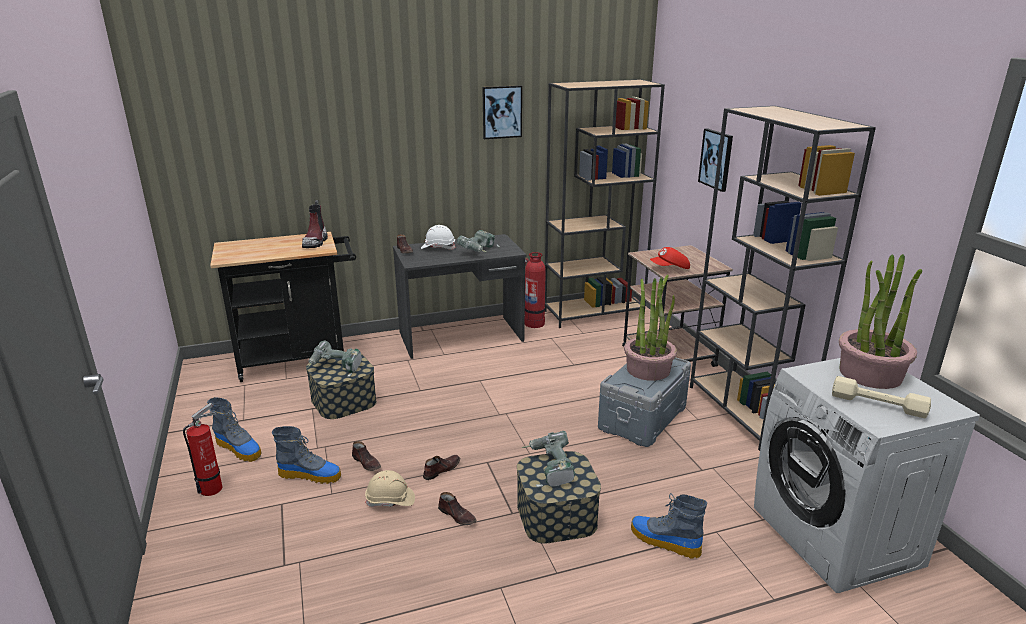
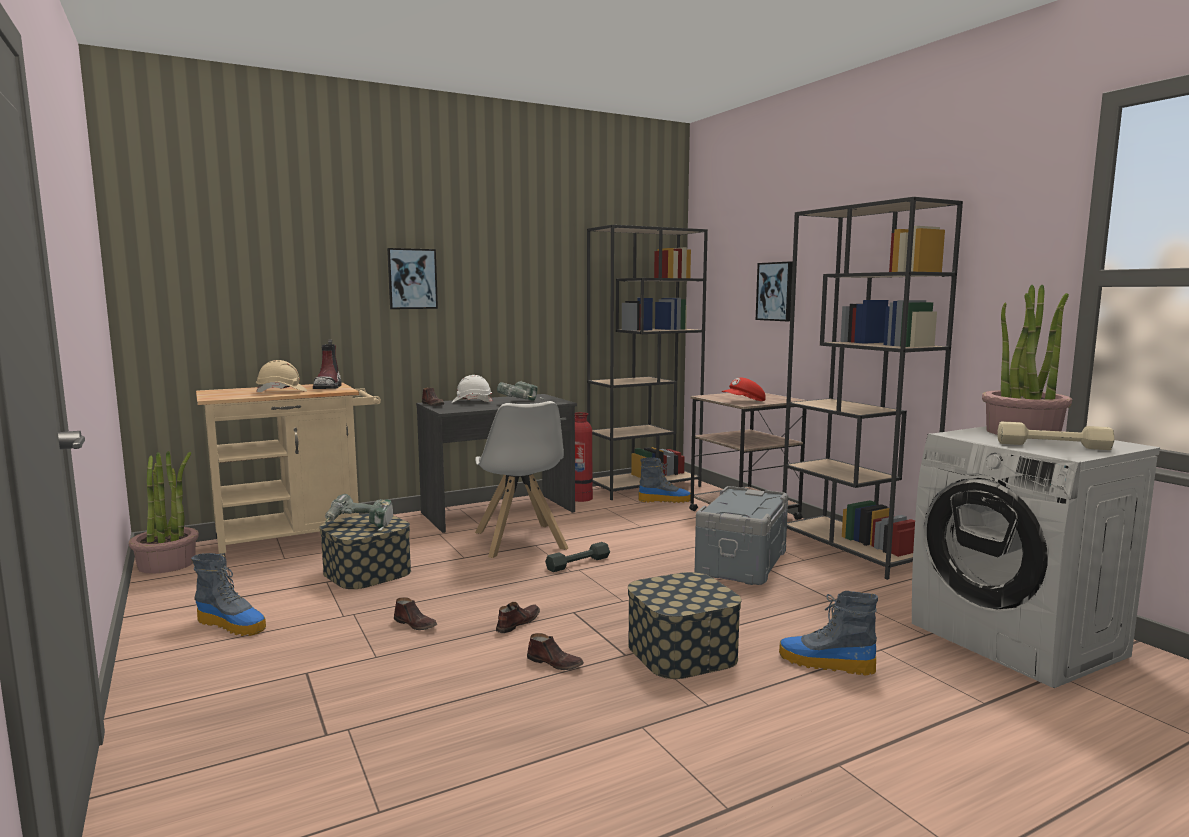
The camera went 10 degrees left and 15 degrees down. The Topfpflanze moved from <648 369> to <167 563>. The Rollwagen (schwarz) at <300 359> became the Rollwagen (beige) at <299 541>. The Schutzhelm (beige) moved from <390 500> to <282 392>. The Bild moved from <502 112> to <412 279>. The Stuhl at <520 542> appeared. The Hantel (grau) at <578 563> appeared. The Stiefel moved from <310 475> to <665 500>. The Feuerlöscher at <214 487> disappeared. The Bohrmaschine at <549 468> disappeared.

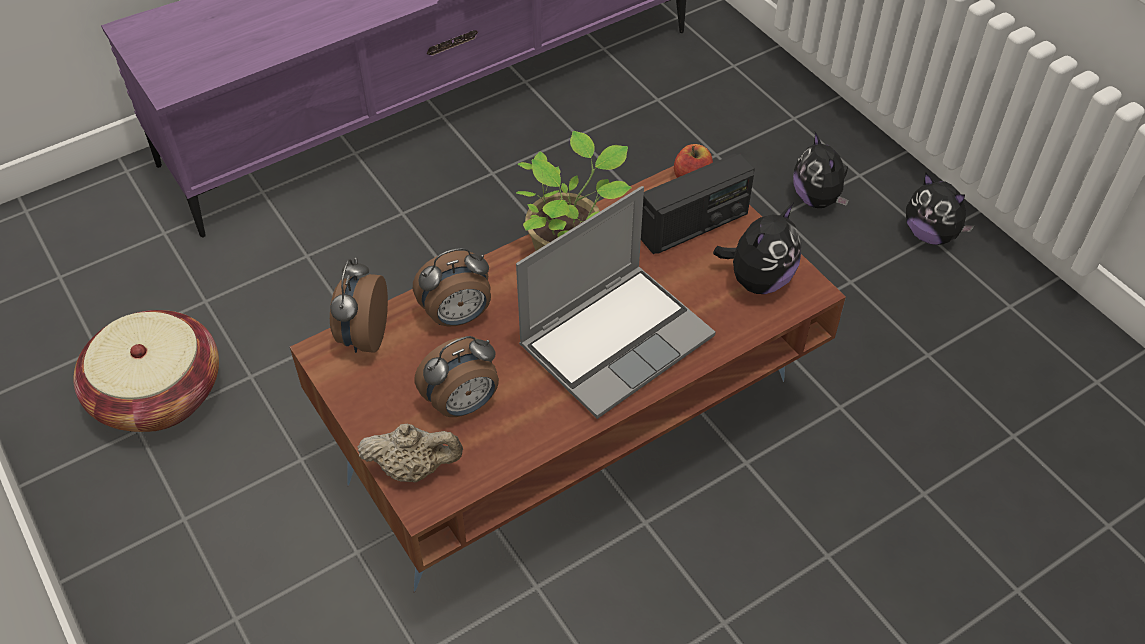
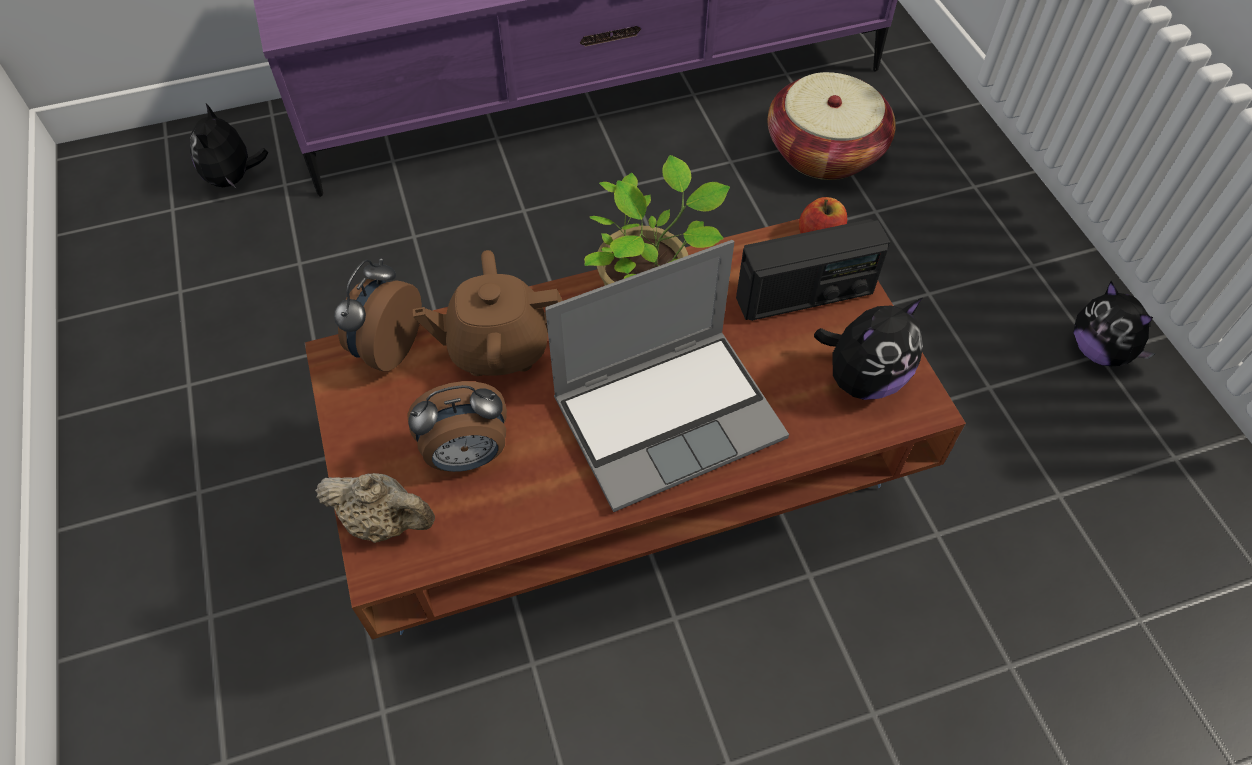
The camera went 15 degrees right and 5 degrees up. The Plüschtier moved from <817 199> to <234 178>. The Wecker at <458 317> was replaced by the Teekanne (braun) at <498 348>. The Korb moved from <159 394> to <824 152>.

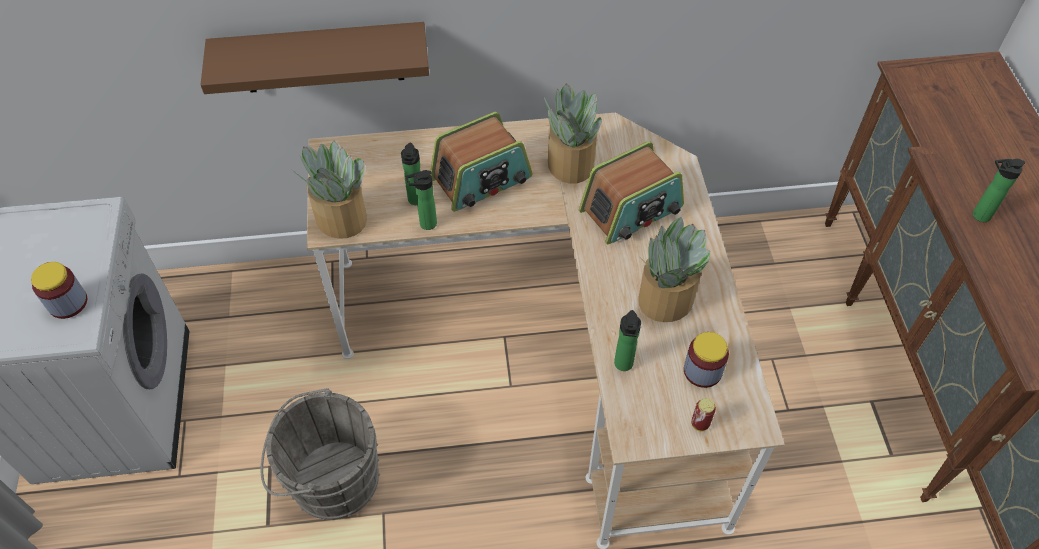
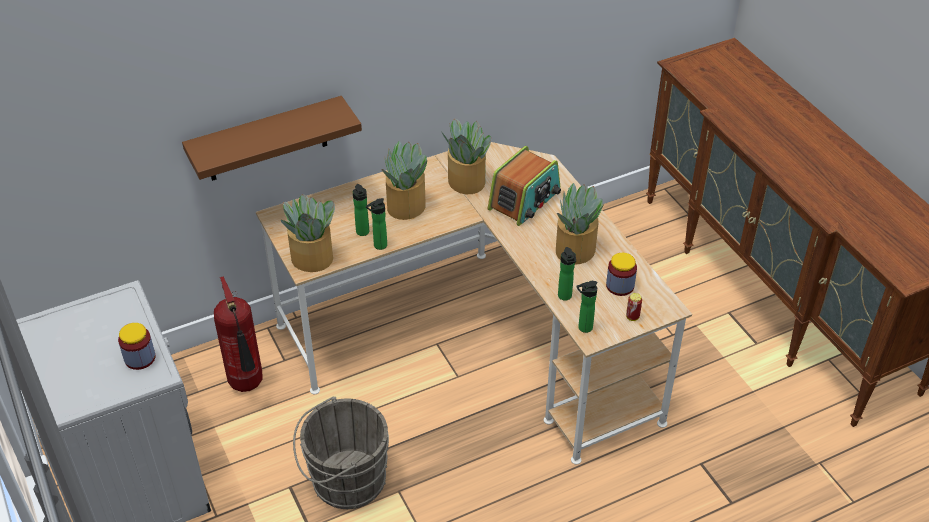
The camera went 20 degrees left and 10 degrees down. The Feuerlöscher at <248 386> appeared. The Radio at <481 179> was replaced by the Topfpflanze at <405 206>. The Flasche moved from <978 215> to <583 328>.

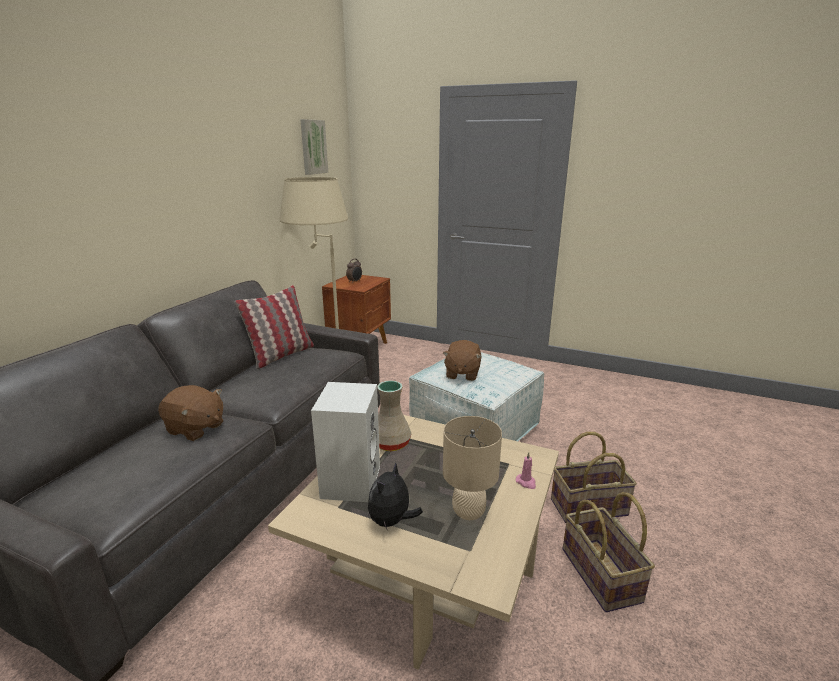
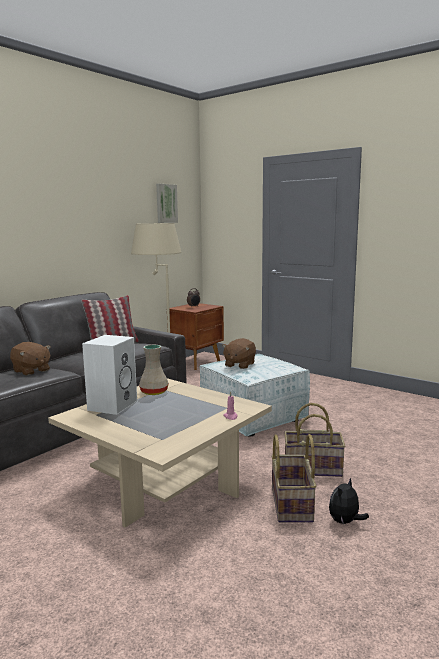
The camera went 15 degrees right and 10 degrees down. The Plüschtier moved from <392 521> to <345 522>. The Tischlampe (beige) at <470 512> disappeared.

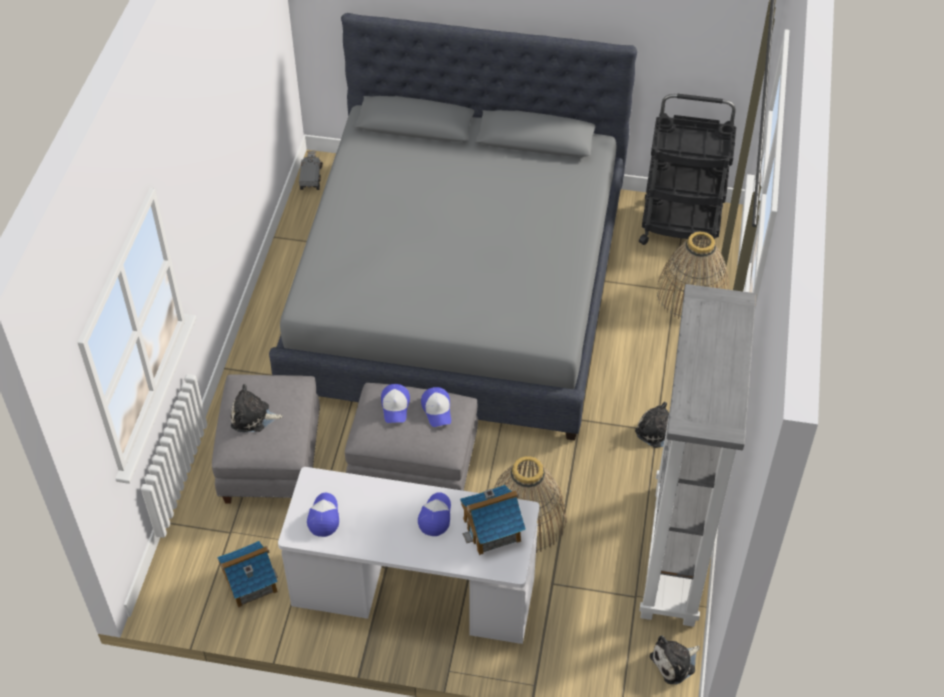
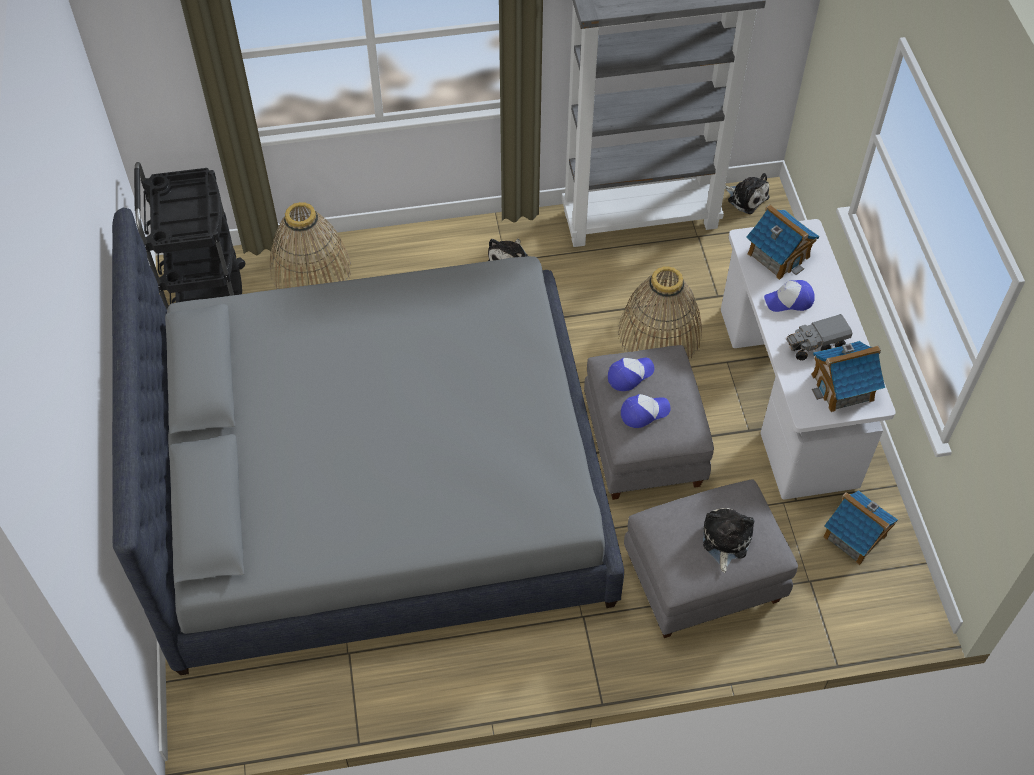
The camera went 110 degrees left and 5 degrees up. The Plüschtier at <253 417> turned 150 degrees counterclockwise. The Spielzeuglaster moved from <311 178> to <815 345>. The Kappe at <323 517> was replaced by the Spielzeughaus at <843 387>.

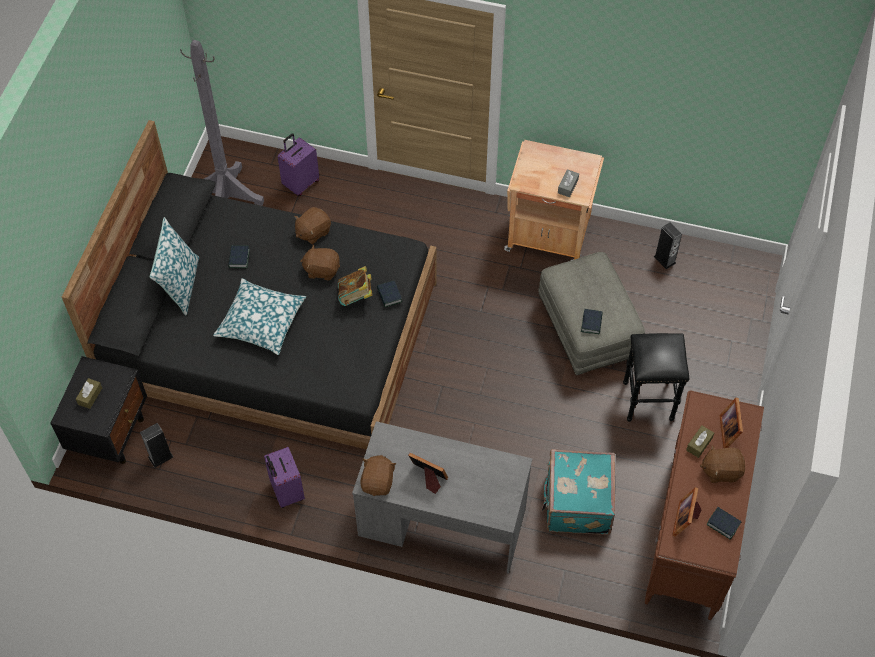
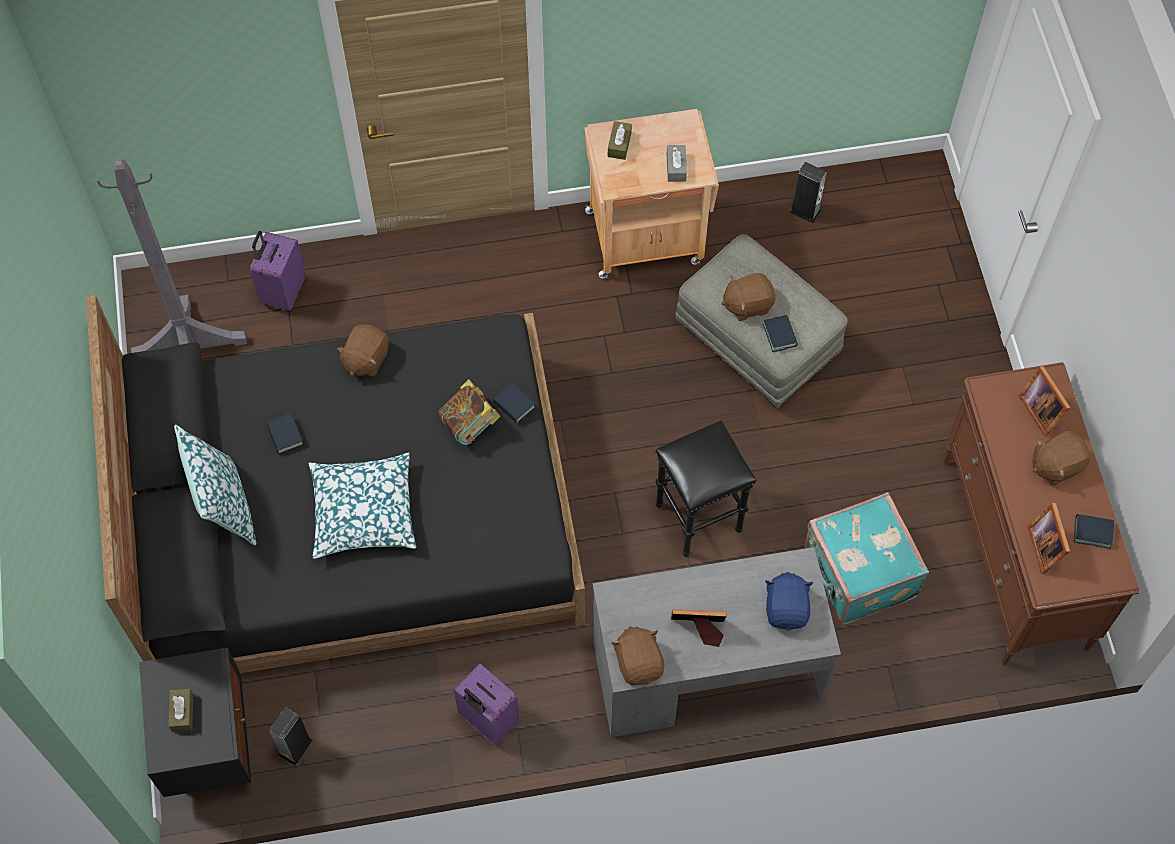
The camera went 25 degrees left and 5 degrees up. The Taschentuchbox (braun) moved from <699 444> to <619 144>. The Hocker (schwarz) moved from <649 400> to <699 515>. The Plüschtier (braun) moved from <322 270> to <747 304>. The Plüschtier (blau) at <786 609> appeared.

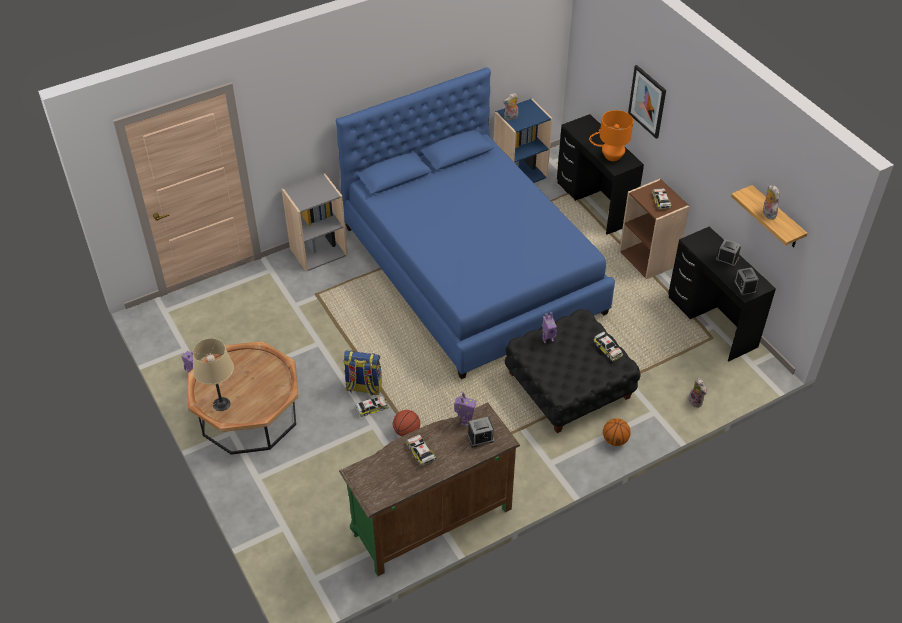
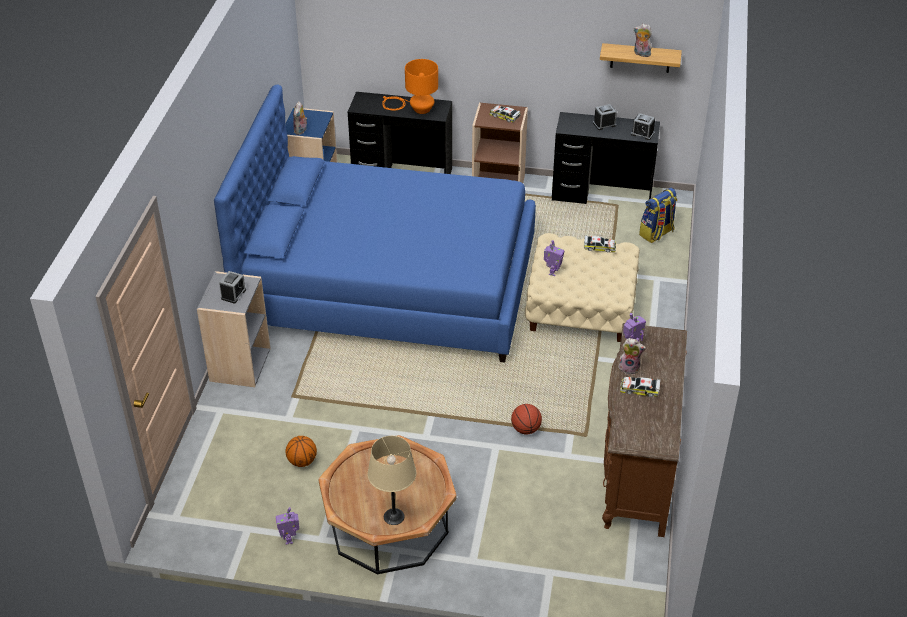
The camera went 50 degrees left and 5 degrees down. The Wecker moved from <480 438> to <233 294>. The Basketball moved from <615 440> to <302 461>. The Polsterhocker (schwarz) at <569 385> became the Polsterhocker (beige) at <581 306>. The Kommode (grün) at <430 520> became the Kommode (braun) at <636 469>. The Plüschtier moved from <696 401> to <629 368>. The Rucksack moved from <363 387> to <656 233>. The Spielzeugauto at <372 408> disappeared. The Bild at <647 101> disappeared.

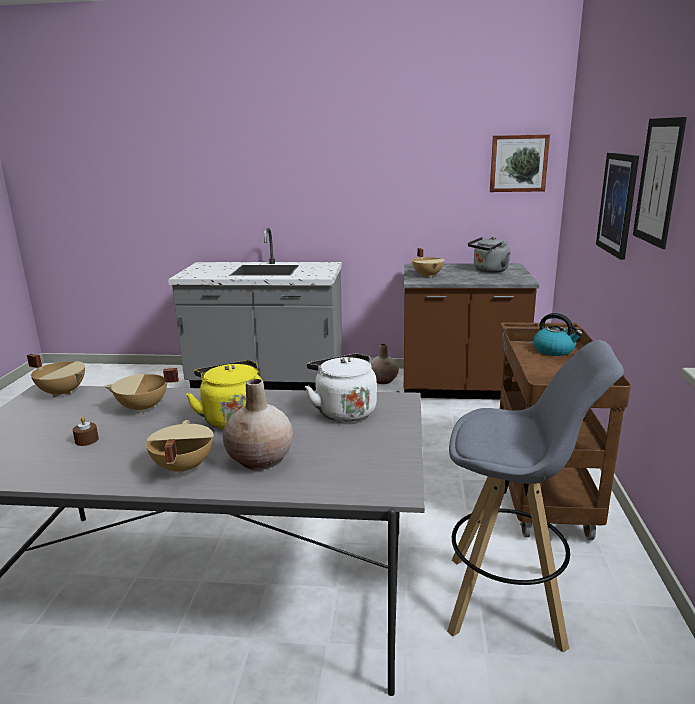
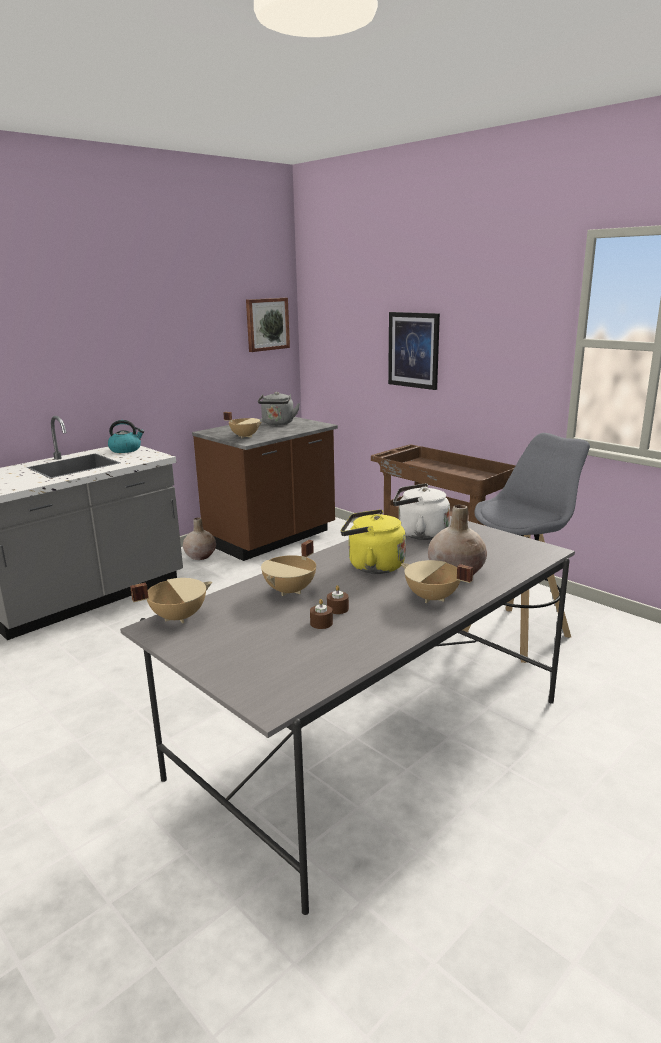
The camera went 50 degrees left and 0 degrees up. The Wasserkessel moved from <554 350> to <126 450>. The Kerze (braun) at <337 609> appeared. The Bild at <658 182> disappeared.

